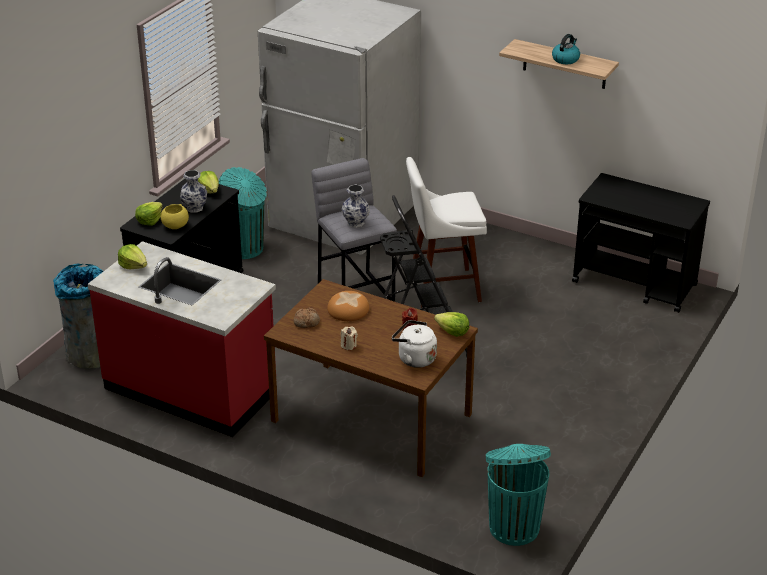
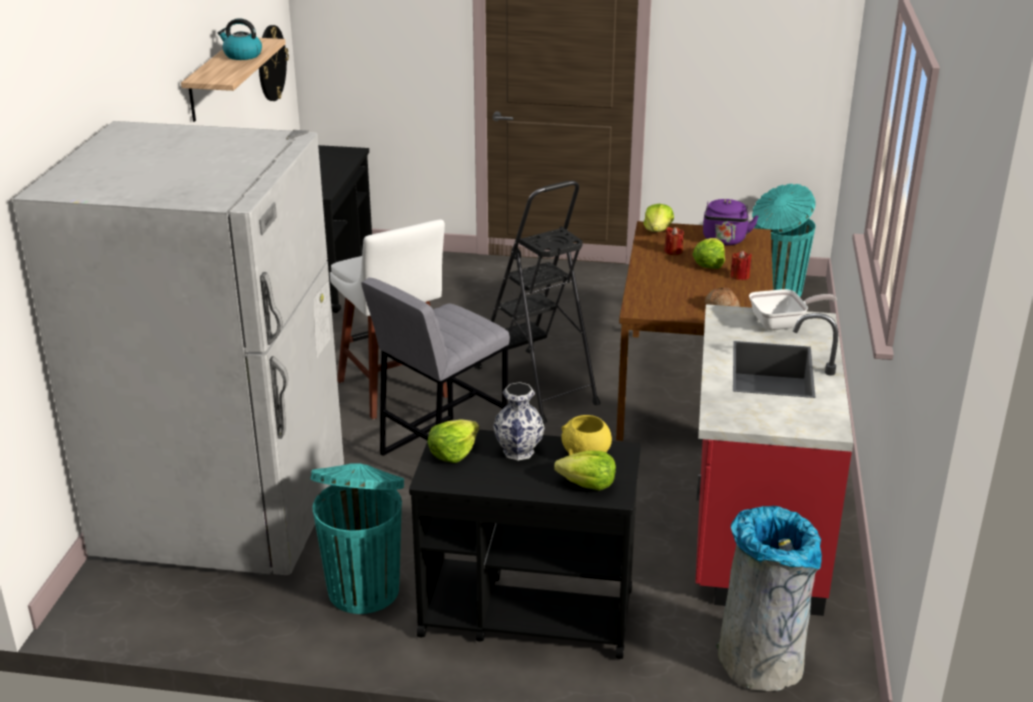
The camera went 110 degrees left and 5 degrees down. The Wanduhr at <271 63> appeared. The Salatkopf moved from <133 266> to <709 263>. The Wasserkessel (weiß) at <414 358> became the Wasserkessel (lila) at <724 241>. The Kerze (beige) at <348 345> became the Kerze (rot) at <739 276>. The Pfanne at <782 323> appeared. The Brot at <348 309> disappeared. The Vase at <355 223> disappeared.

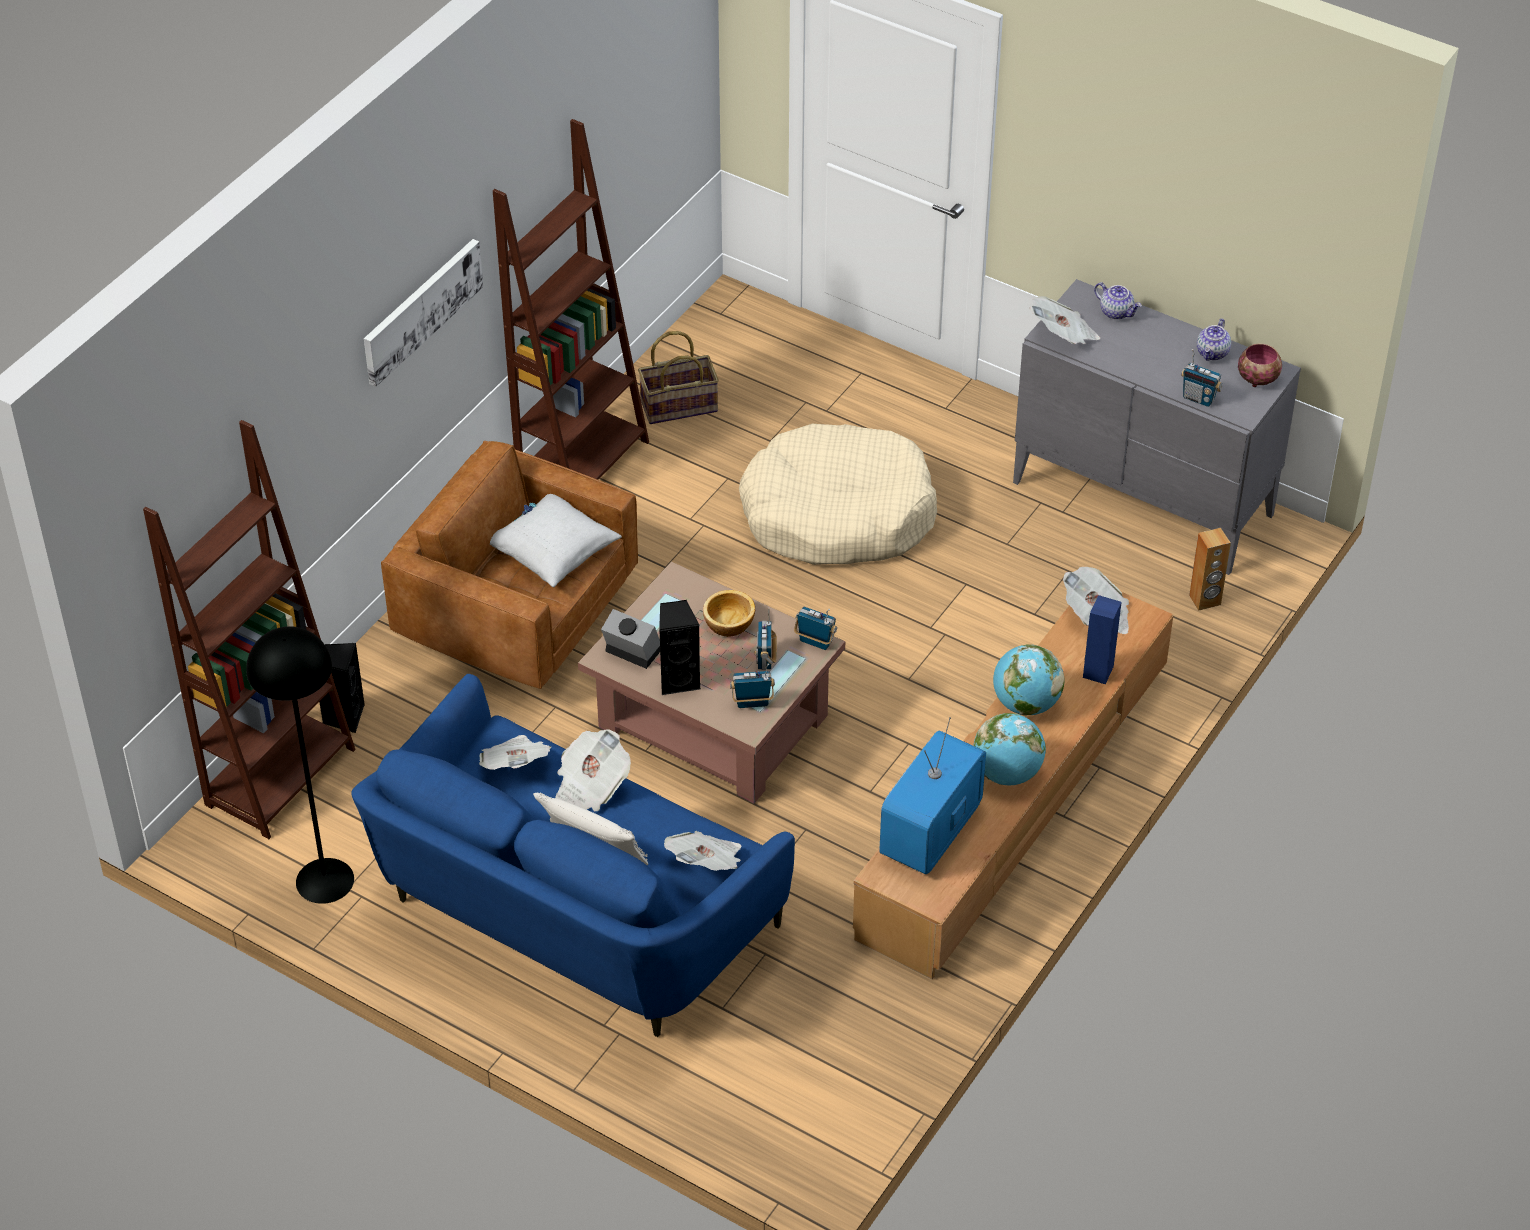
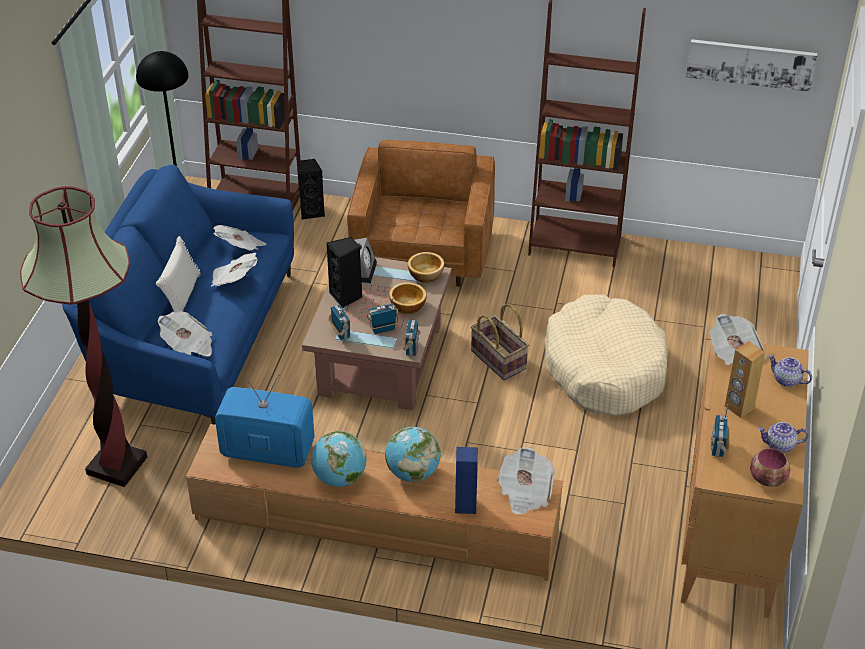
The camera went 70 degrees right and 5 degrees down. The Stehlampe at <117 465> appeared. The Schüssel at <426 275> appeared. The Korb moved from <679 405> to <499 359>. The Schrank (grau) at <1143 499> became the Schrank (braun) at <730 530>. The Bild moved from <421 310> to <750 64>. The Lautsprecher (braun) moved from <1205 600> to <738 408>. The Teekanne at <1116 312> turned 105 degrees clockwise. The Kissen (grau) at <553 552> disappeared.

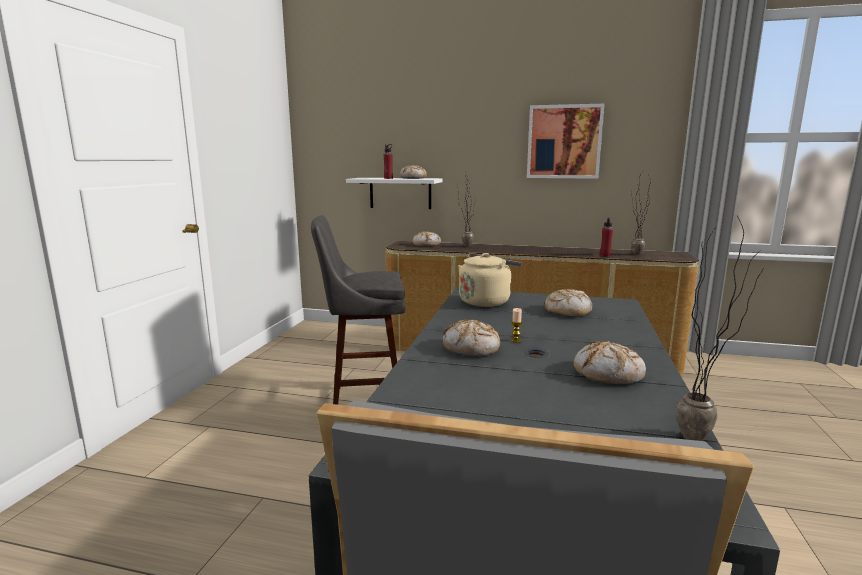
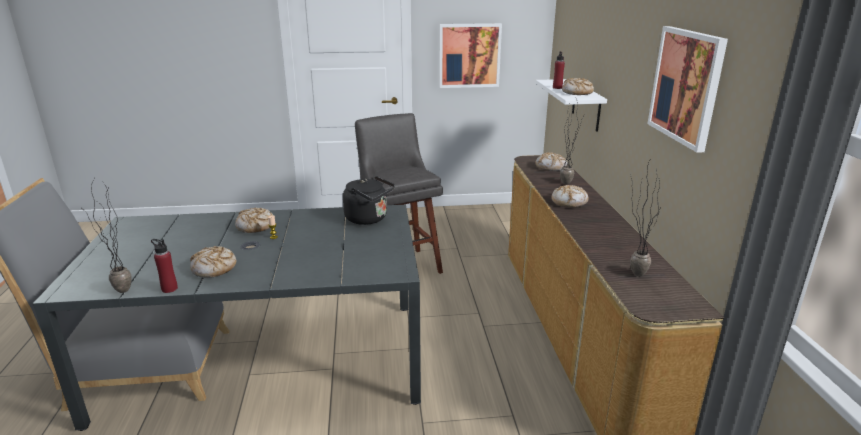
The camera went 70 degrees right and 10 degrees up. The Flasche (rot) moved from <605 255> to <169 289>. The Wasserkessel (beige) at <486 301> became the Wasserkessel (schwarz) at <369 219>. The Bild at <469 55> appeared. The Brot moved from <567 311> to <569 202>.

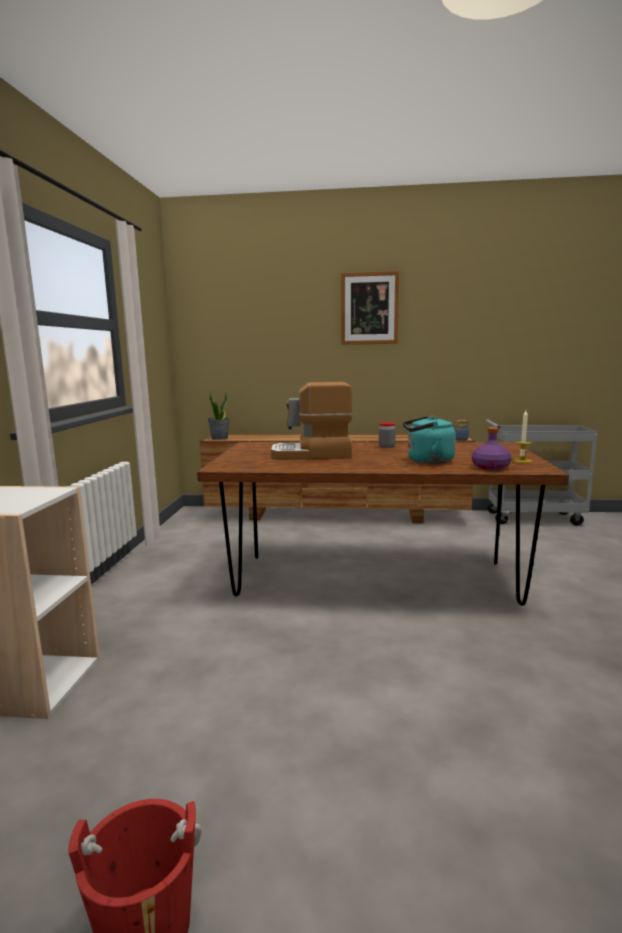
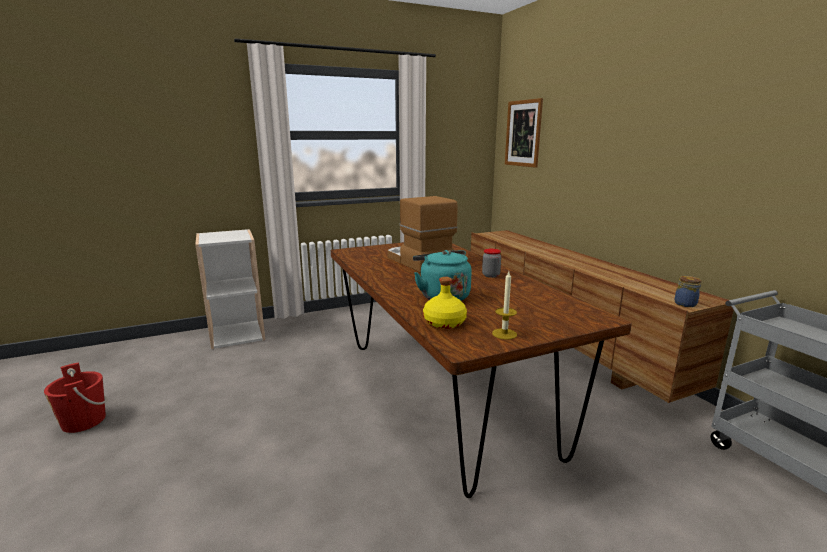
The camera went 60 degrees right and 5 degrees up. The Flasche (lila) at <490 467> became the Flasche (gelb) at <444 322>. The Bild moved from <369 308> to <523 133>. The Topfpflanze at <219 438> disappeared.

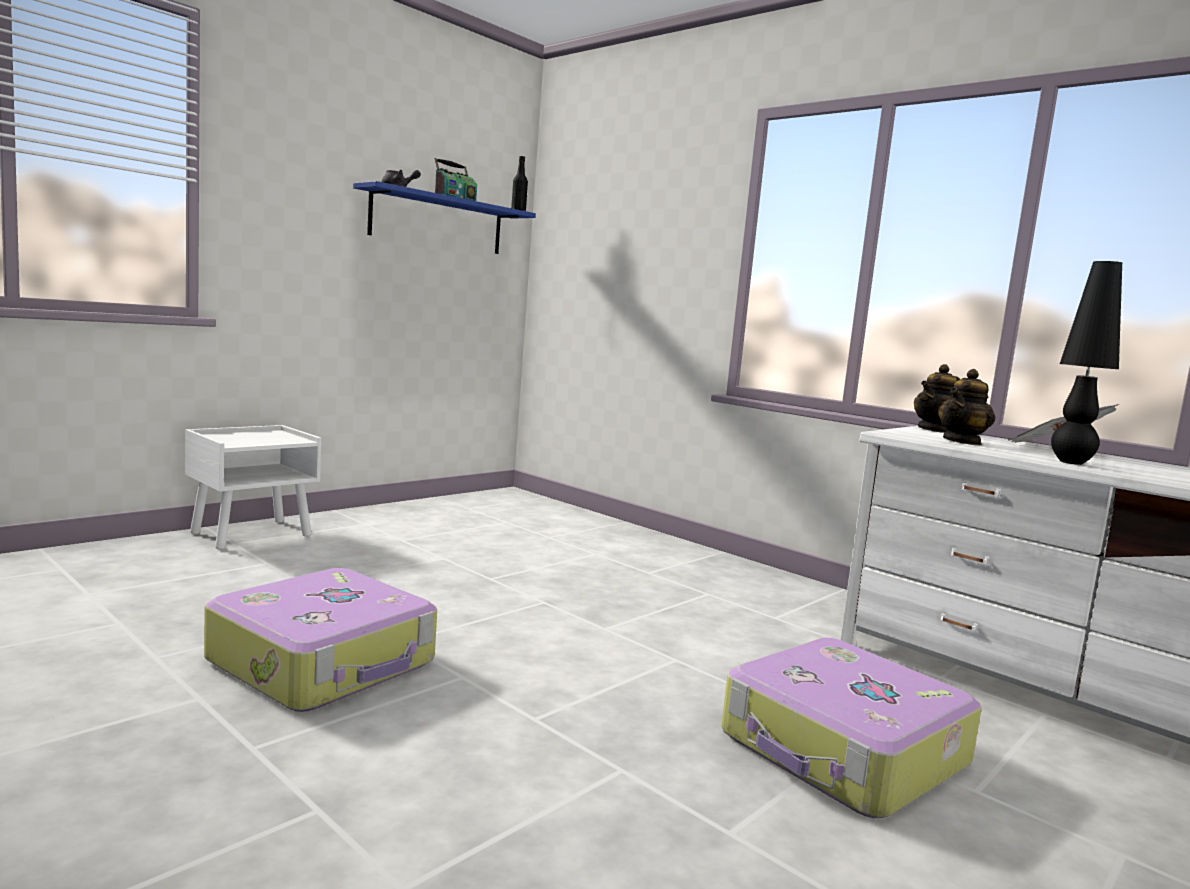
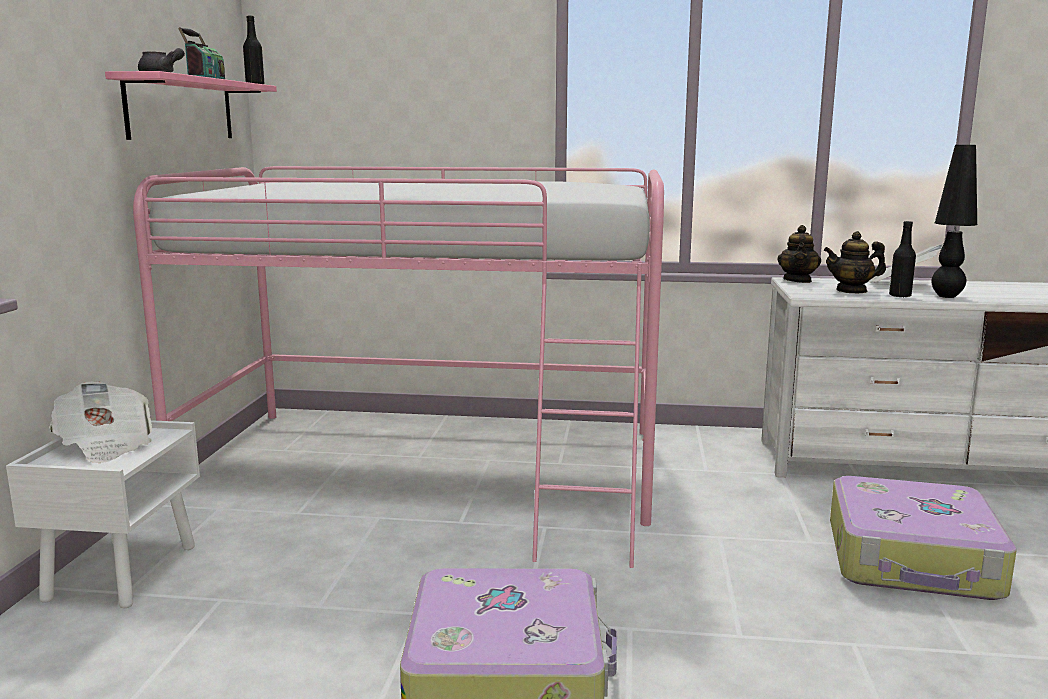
The camera went 35 degrees left and 5 degrees up. The Zeitung at <105 446> appeared. The Wandregal (blau) at <438 222> became the Wandregal (rosa) at <181 109>. The Bett (rosa) at <434 465> appeared. The Teekanne at <962 441> turned 75 degrees clockwise. The Flasche (schwarz) at <900 296> appeared.

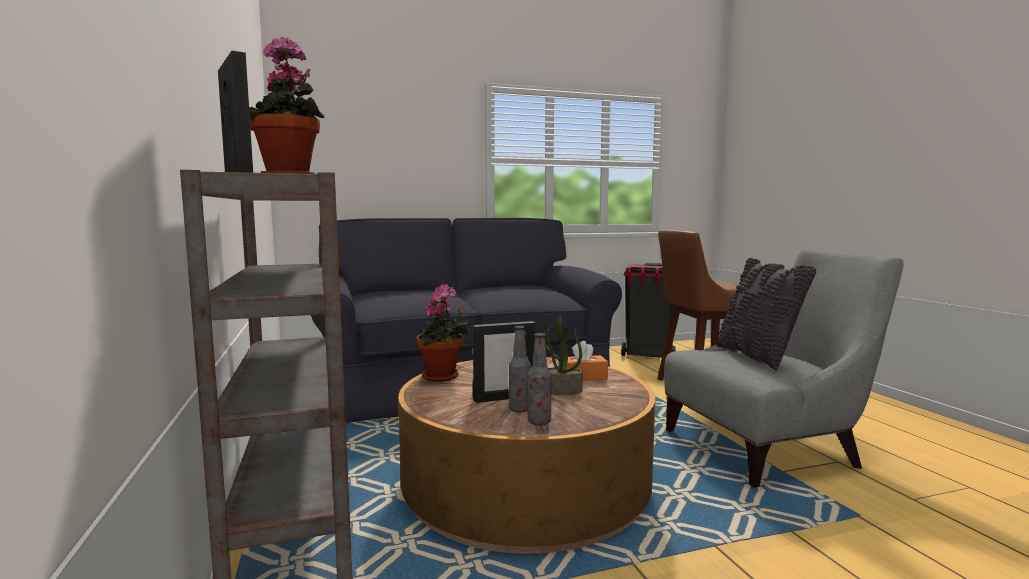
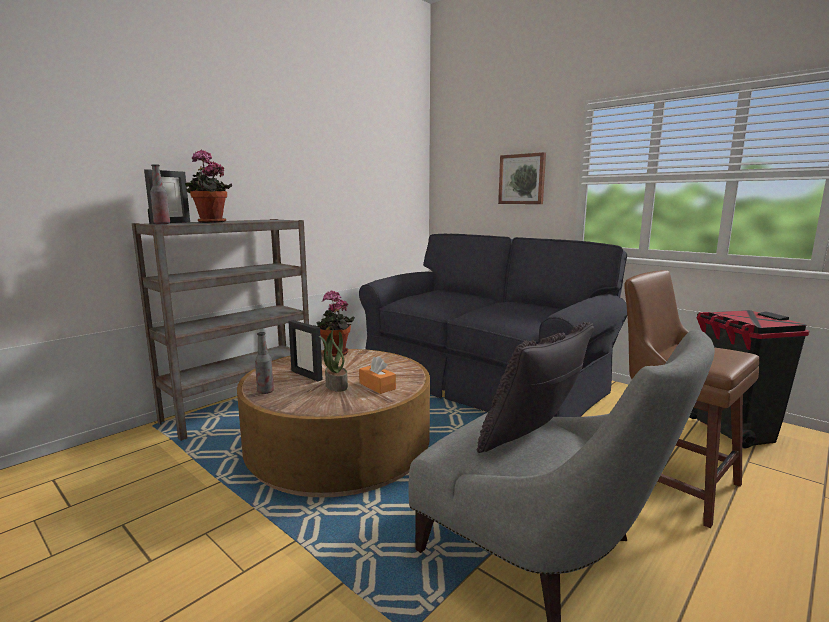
The camera went 60 degrees right and 5 degrees up. The Flasche moved from <519 409> to <162 224>. The Bild at <522 179> appeared.

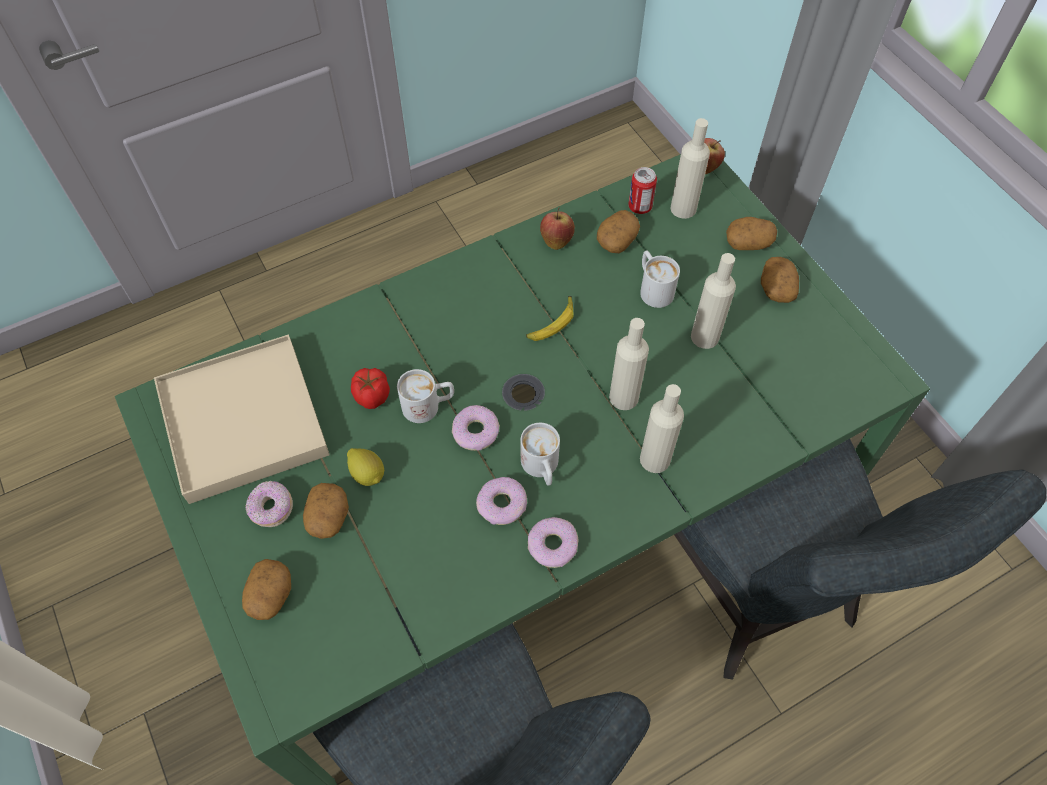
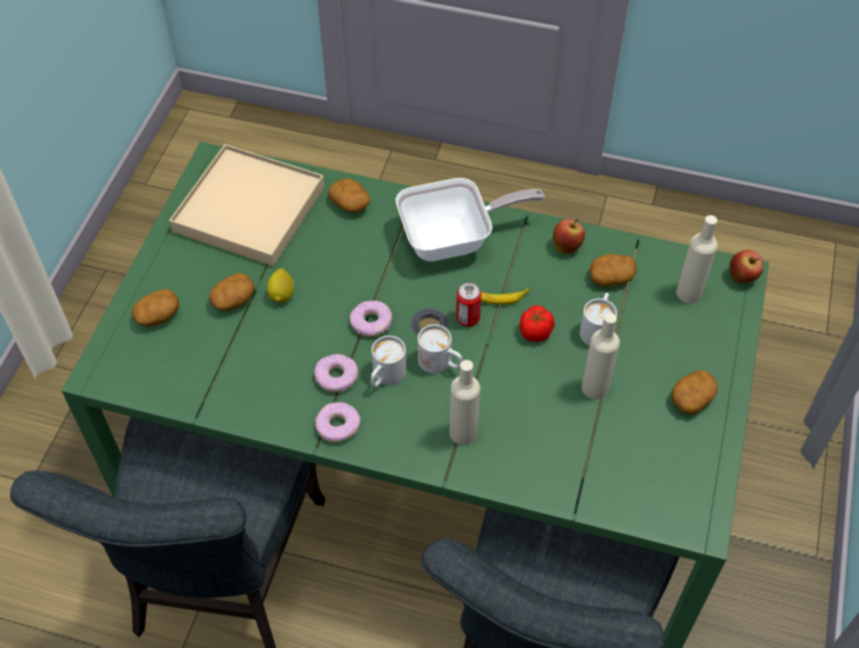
The camera went 45 degrees right and 5 degrees down. The Kartoffel moved from <748 242> to <350 204>. The Pfanne at <454 239> appeared. The Henkelbecher (weiß) moved from <428 406> to <441 364>. The Dose moved from <640 206> to <468 318>. The Tomate moved from <372 397> to <534 332>. The Donut at <271 509> disappeared. The Flasche (beige) at <624 397> disappeared.

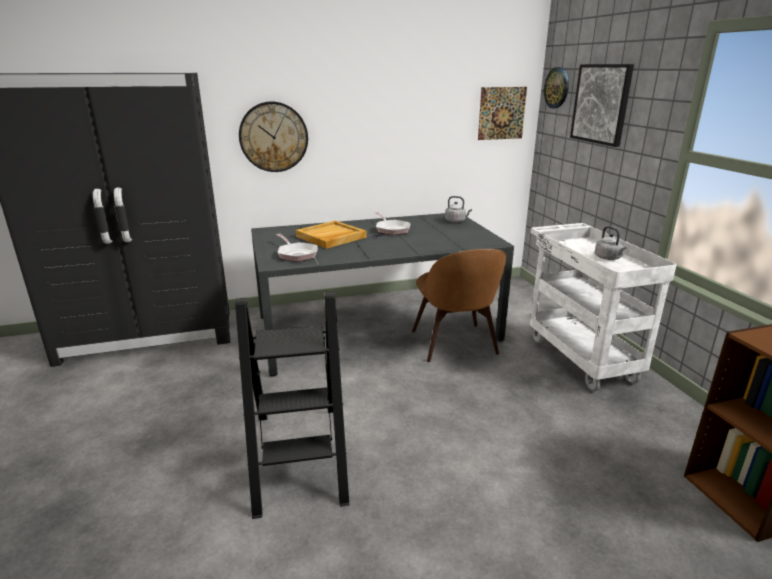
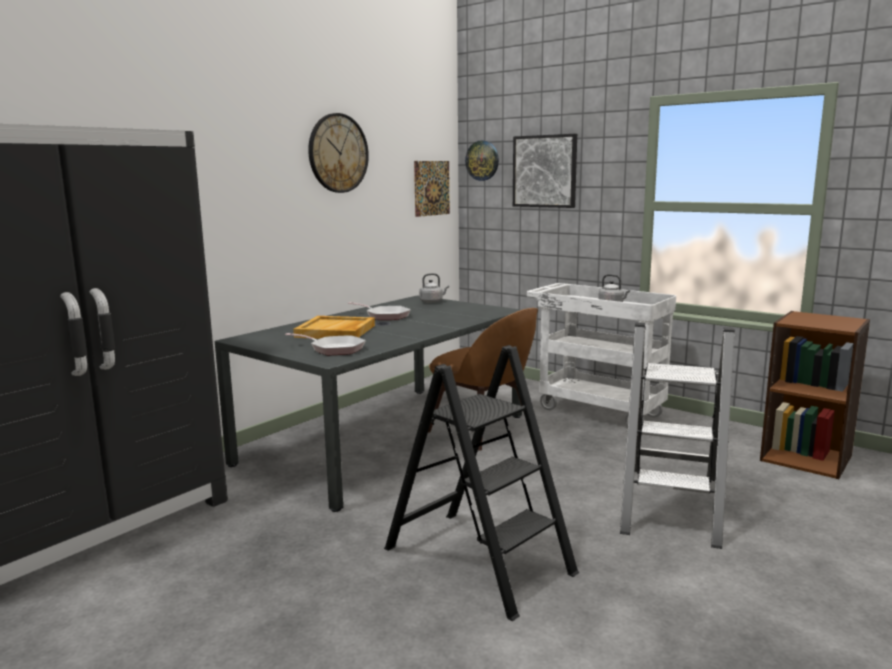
The camera went 35 degrees left and 10 degrees down. The Wanduhr moved from <273 137> to <338 153>. The Trittleiter (grau) at <671 503> appeared.

